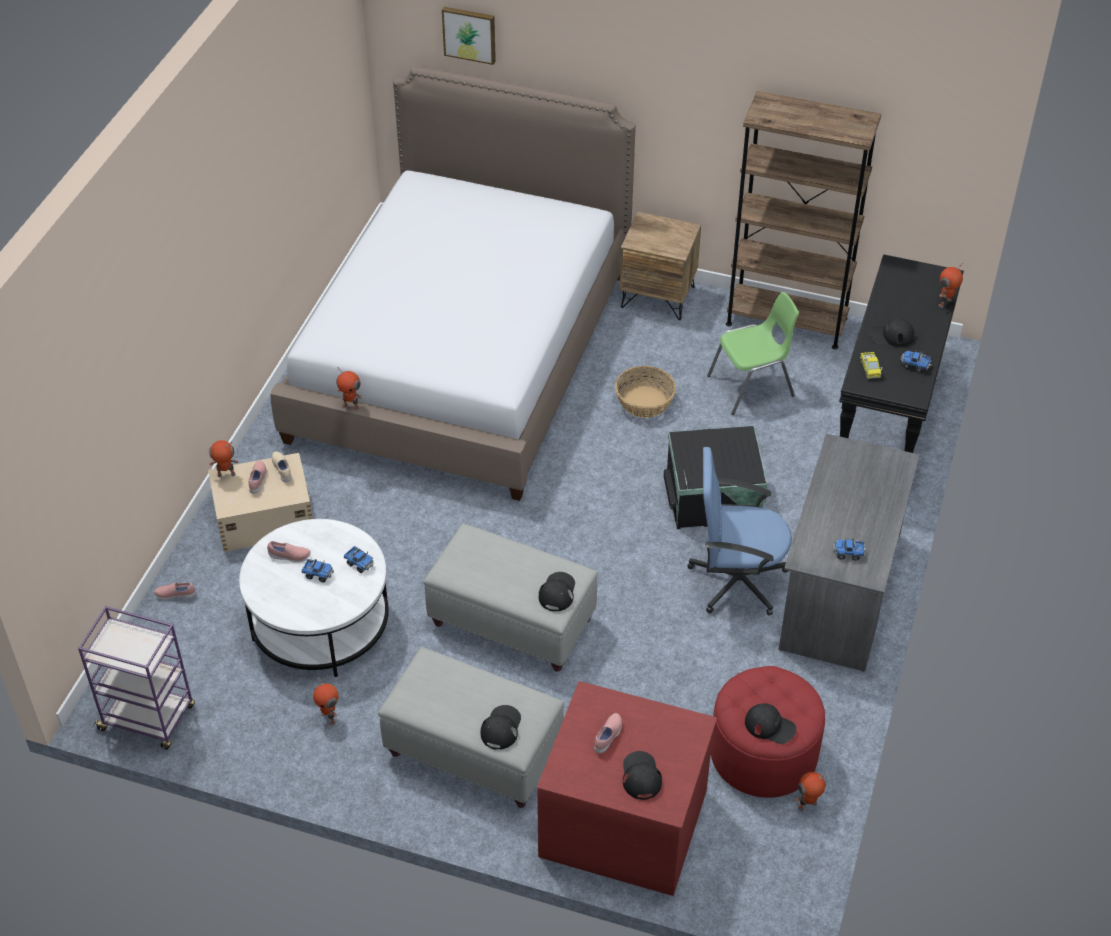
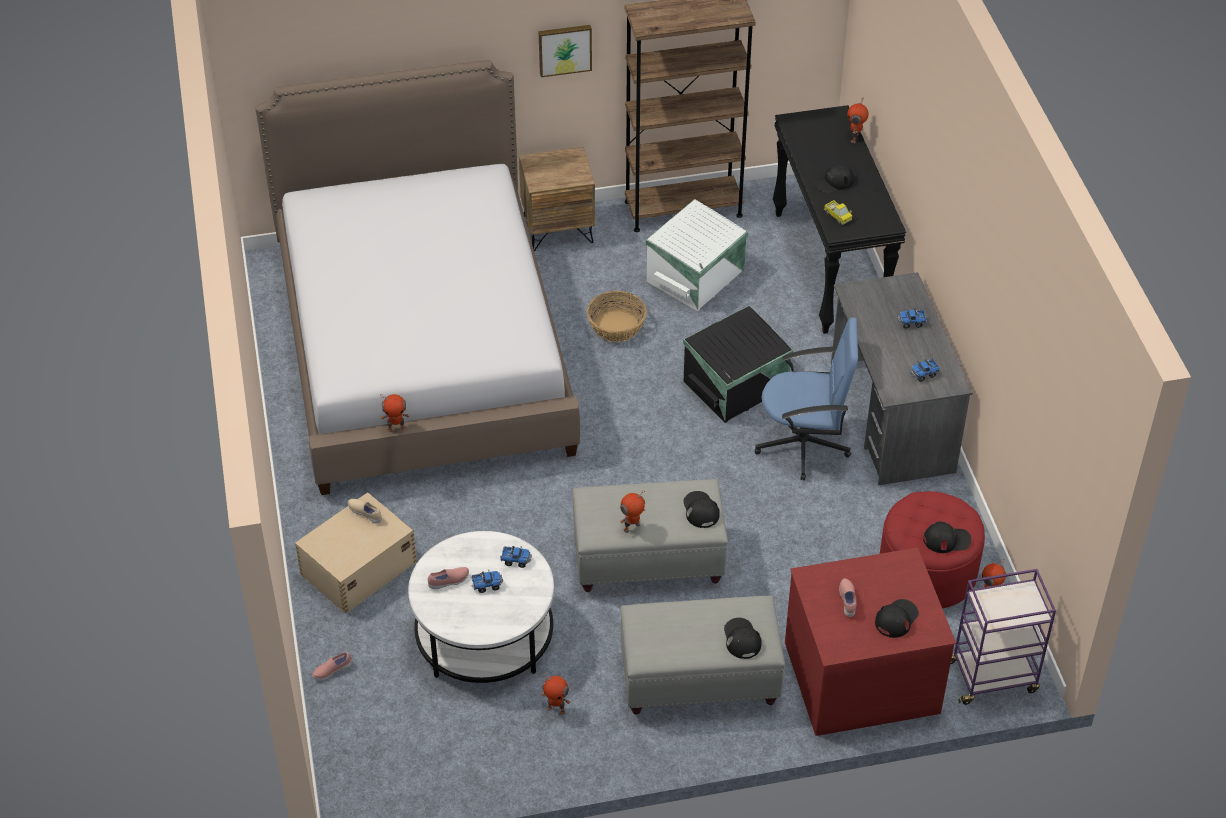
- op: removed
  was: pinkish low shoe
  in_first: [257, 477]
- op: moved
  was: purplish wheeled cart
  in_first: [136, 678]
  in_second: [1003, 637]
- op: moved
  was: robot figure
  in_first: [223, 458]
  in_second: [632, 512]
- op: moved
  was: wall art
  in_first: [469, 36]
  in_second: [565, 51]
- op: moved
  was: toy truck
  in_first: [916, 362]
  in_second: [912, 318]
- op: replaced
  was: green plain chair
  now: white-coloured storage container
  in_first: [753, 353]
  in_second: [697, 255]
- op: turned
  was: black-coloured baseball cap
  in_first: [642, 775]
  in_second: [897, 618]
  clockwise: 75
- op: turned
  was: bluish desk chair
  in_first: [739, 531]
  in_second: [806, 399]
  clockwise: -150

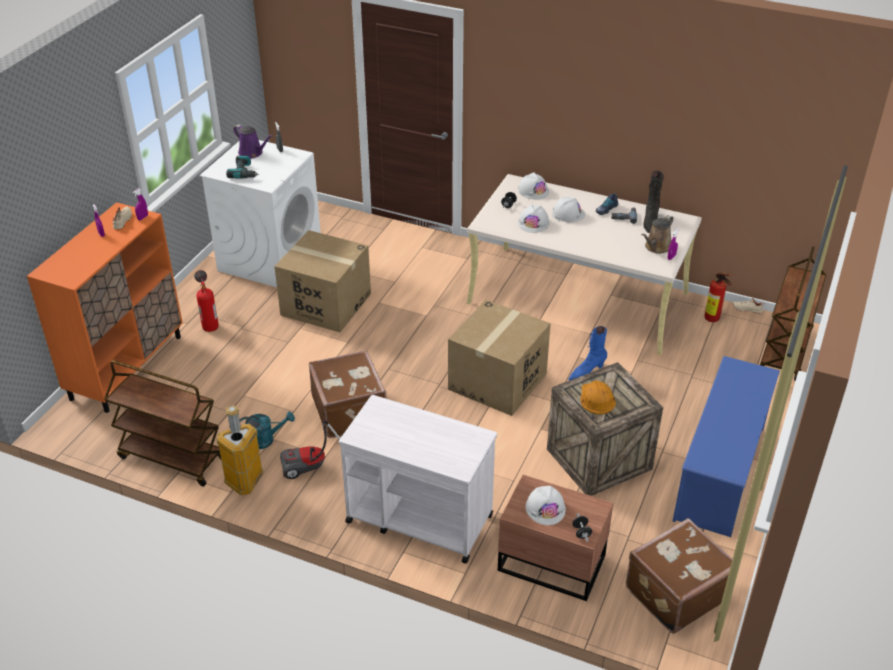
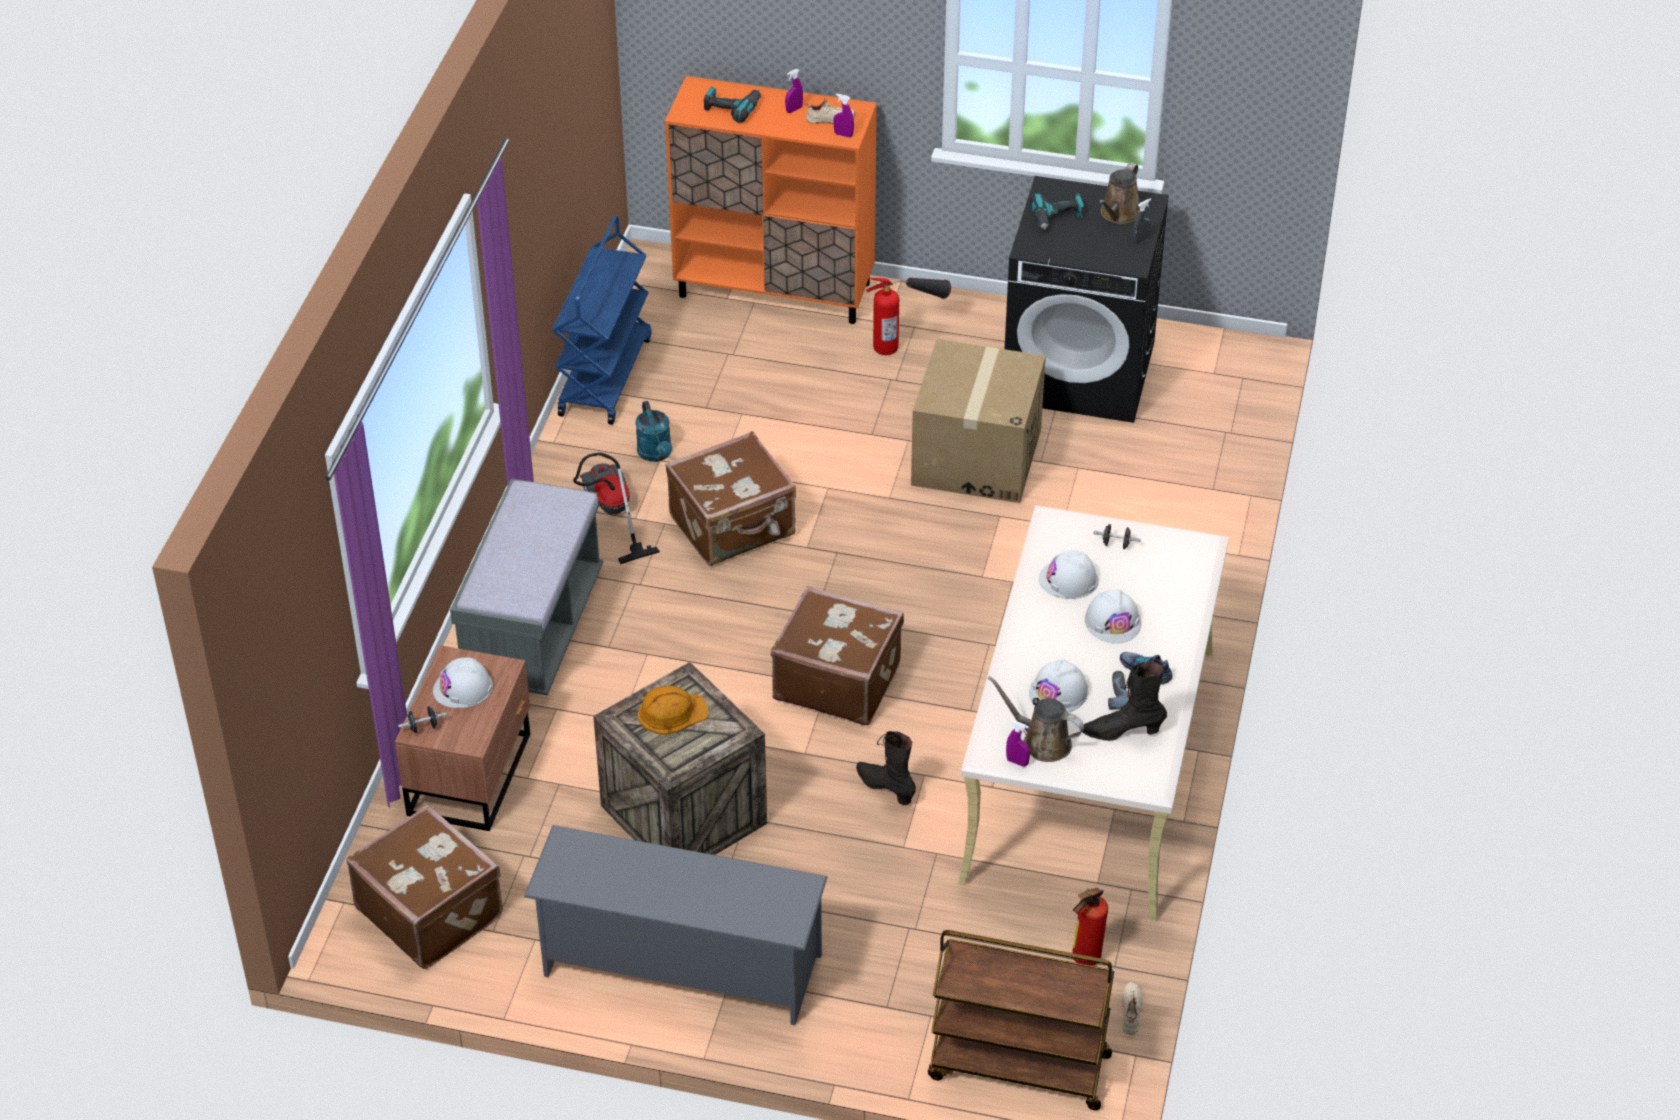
- op: removed
  was: trash can
  in_first: [240, 450]
- op: added
  now: electric drill
  in_second: [732, 105]
- op: moved
  was: white-coloured safety helmet
  in_first: [533, 185]
  in_second: [1058, 686]
- op: replaced
  was: white-coloured wheeled cart
  now: greyish bench
  in_first: [418, 479]
  in_second: [526, 586]
- op: replaced
  was: packing box
  now: brown-coloured piece of luggage
  in_first: [499, 358]
  in_second: [837, 655]
- op: recoloured
  was: brown-coloured wheeled cart
  now: bluish wheeled cart
  in_first: [162, 423]
  in_second: [602, 320]
- op: recoloured
  was: white-coloured laundry machine
  now: black-coloured laundry machine
  in_first: [260, 213]
  in_second: [1087, 299]
- op: recoloured
  was: purplish watering can
  now: brown-coloured watering can
  in_first: [253, 142]
  in_second: [1119, 193]
- op: recoloured
  was: bluish tall boot
  now: black-coloured tall boot
  in_first: [587, 353]
  in_second: [886, 768]
- op: recoloured
  was: bluish shoe rack
  now: greyish shoe rack
  in_first: [726, 446]
  in_second: [676, 925]

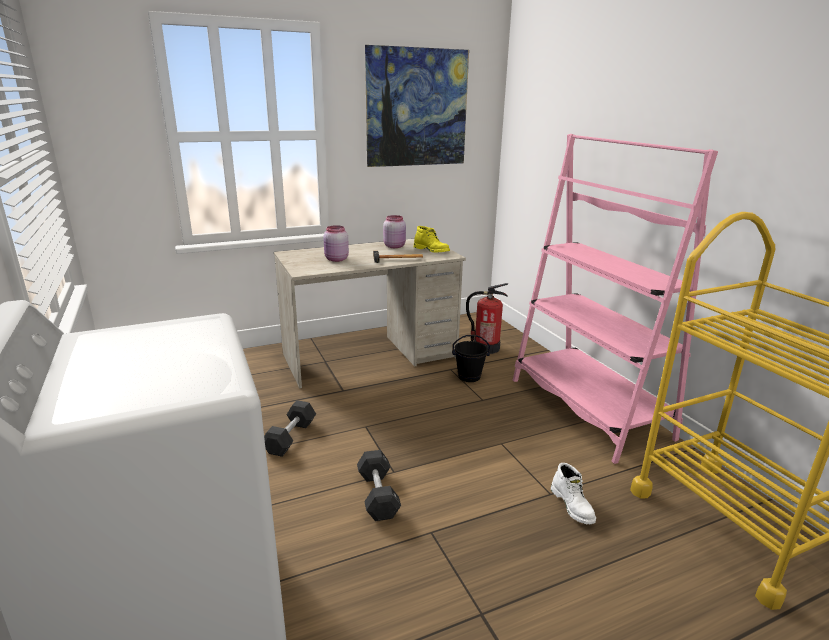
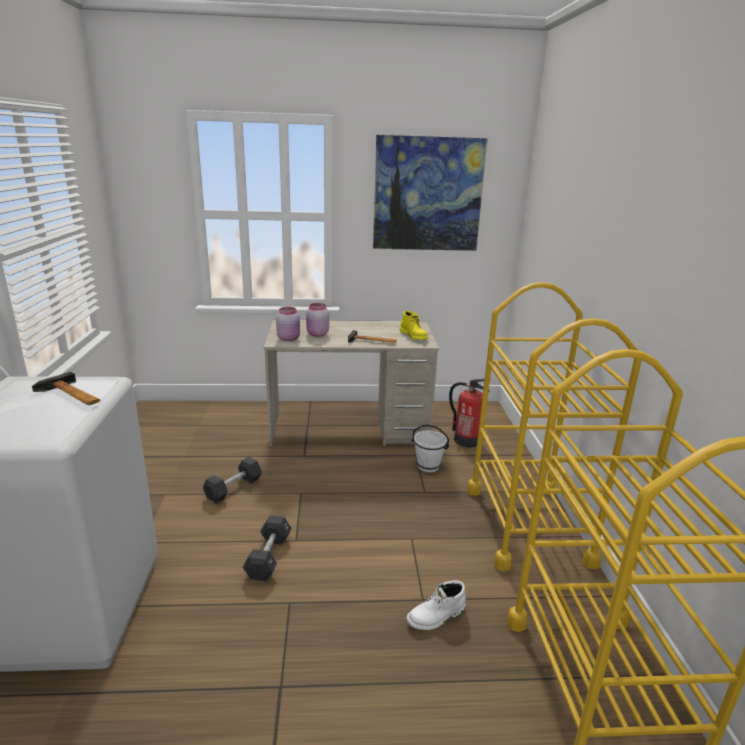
- op: added
  now: hammer
  in_second: [66, 388]
- op: moved
  was: pinkish jar
  in_first: [394, 231]
  in_second: [288, 324]
- op: replaced
  was: pinkish shelving unit
  now: yellow wheeled cart
  in_first: [615, 299]
  in_second: [554, 426]
- op: recoloured
  was: black-coloured bucket
  now: white-coloured bucket
  in_first: [471, 358]
  in_second: [430, 448]
- op: turned
  was: white-coloured tall boot
  in_first: [573, 493]
  in_second: [436, 605]
  clockwise: 60

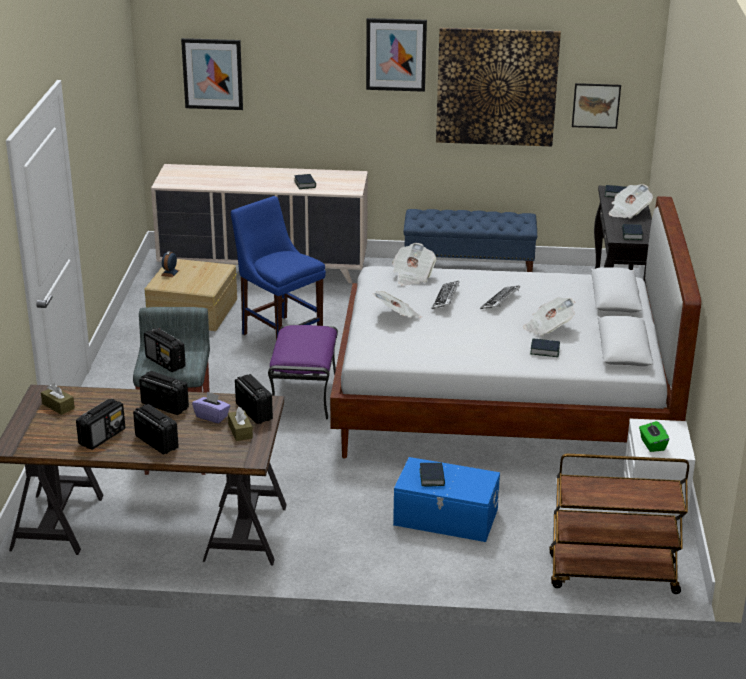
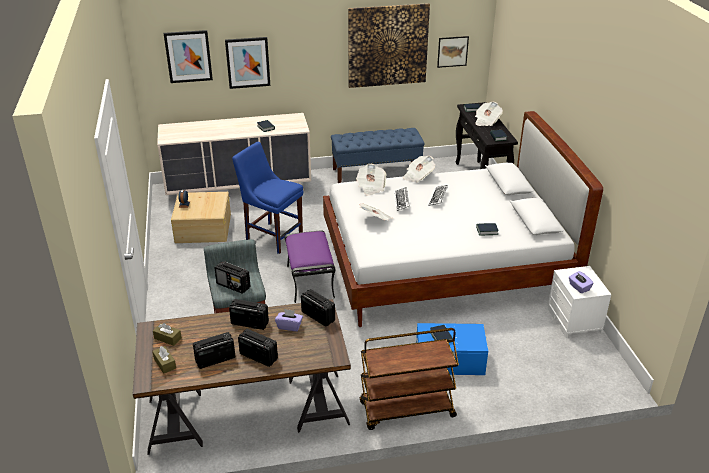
- op: moved
  was: brown-coloured box of tissues
  in_first: [240, 424]
  in_second: [164, 360]
- op: moved
  was: wall art
  in_first: [396, 55]
  in_second: [247, 63]
- op: moved
  was: printed paper
  in_first: [549, 316]
  in_second: [419, 169]
- op: moved
  was: brown-coloured wheeled cart
  in_first: [619, 523]
  in_second: [409, 379]
- op: recoloured
  was: green box of tissues
  now: purplish box of tissues
  in_first: [654, 436]
  in_second: [581, 282]
- op: turned
  was: radio set
  in_first: [100, 424]
  in_second: [214, 350]
  clockwise: -135

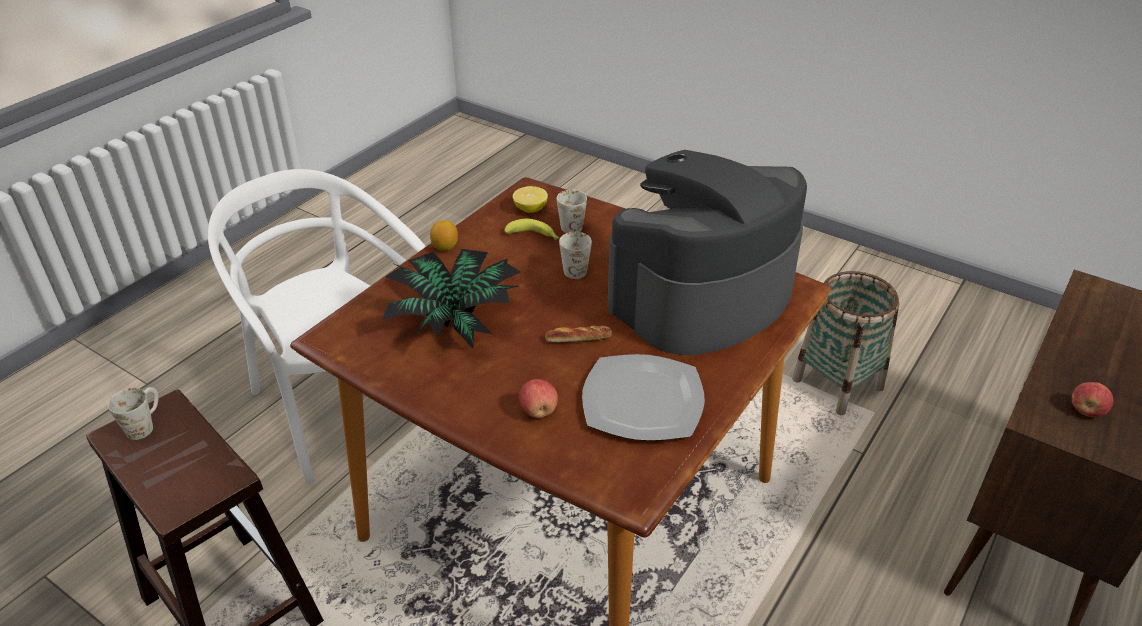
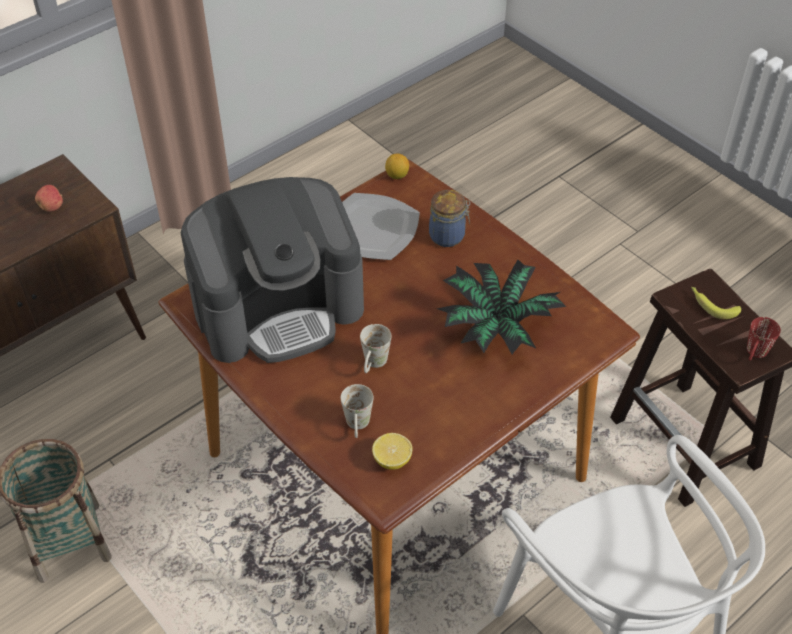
- op: removed
  was: bread
  in_first: [578, 333]
- op: moved
  was: citrus fruit
  in_first: [444, 235]
  in_second: [397, 166]
- op: moved
  was: banana
  in_first: [532, 229]
  in_second: [716, 303]
- op: replaced
  was: apple fruit
  now: jar
  in_first: [538, 398]
  in_second: [449, 218]
- op: recoloured
  was: white-coloured tea mug
  now: red tea mug
  in_first: [133, 413]
  in_second: [764, 339]

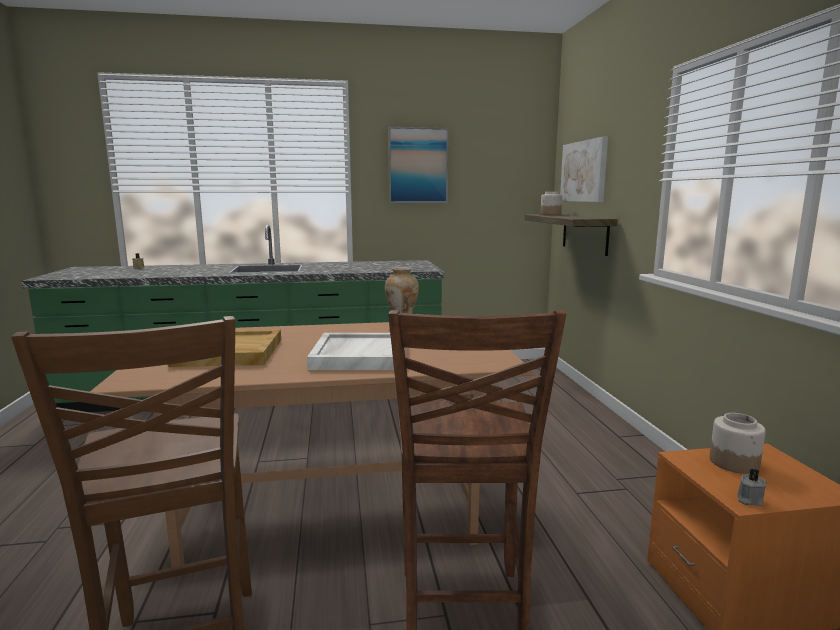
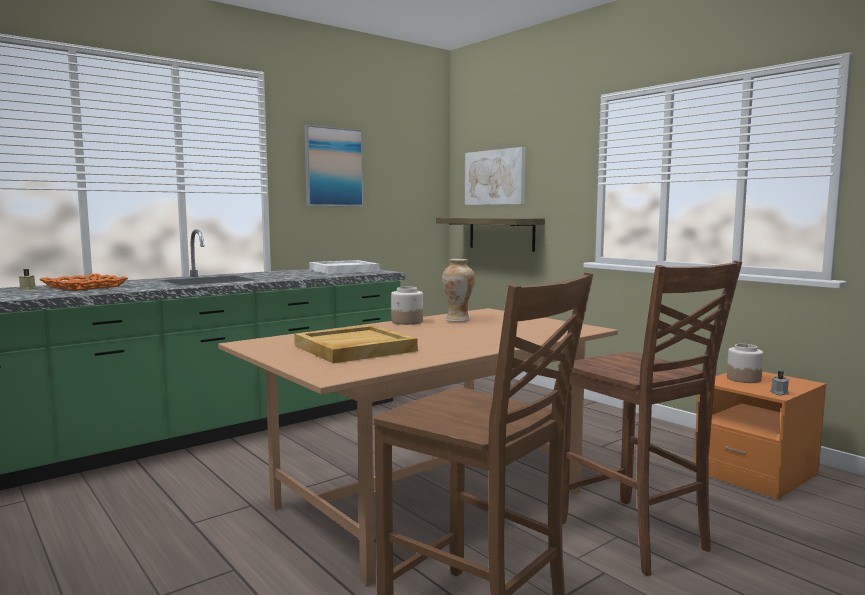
- op: added
  now: orange carrying tray
  in_second: [83, 282]
- op: moved
  was: white-coloured carrying tray
  in_first: [356, 351]
  in_second: [344, 267]
- op: moved
  was: jar
  in_first: [551, 203]
  in_second: [407, 306]

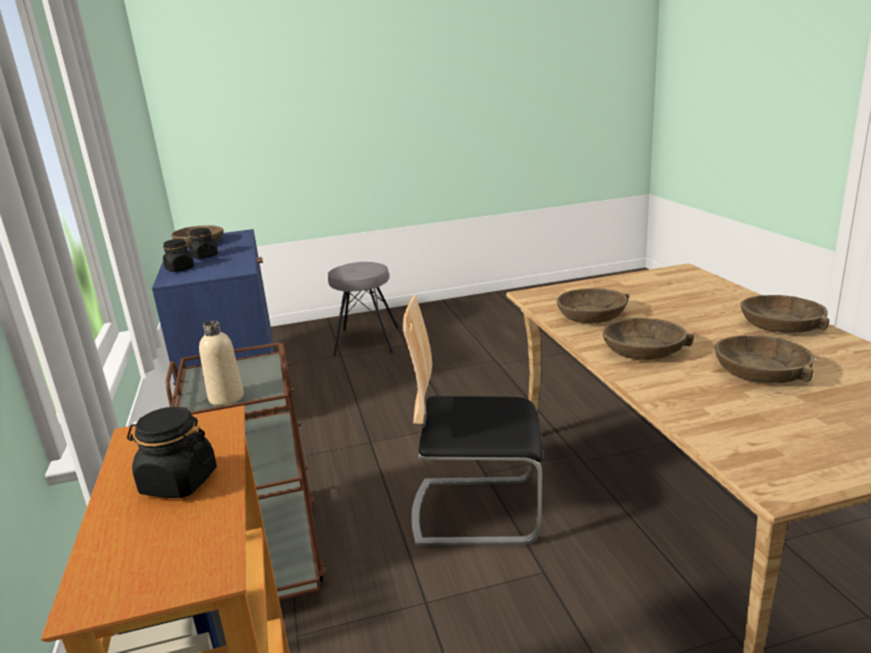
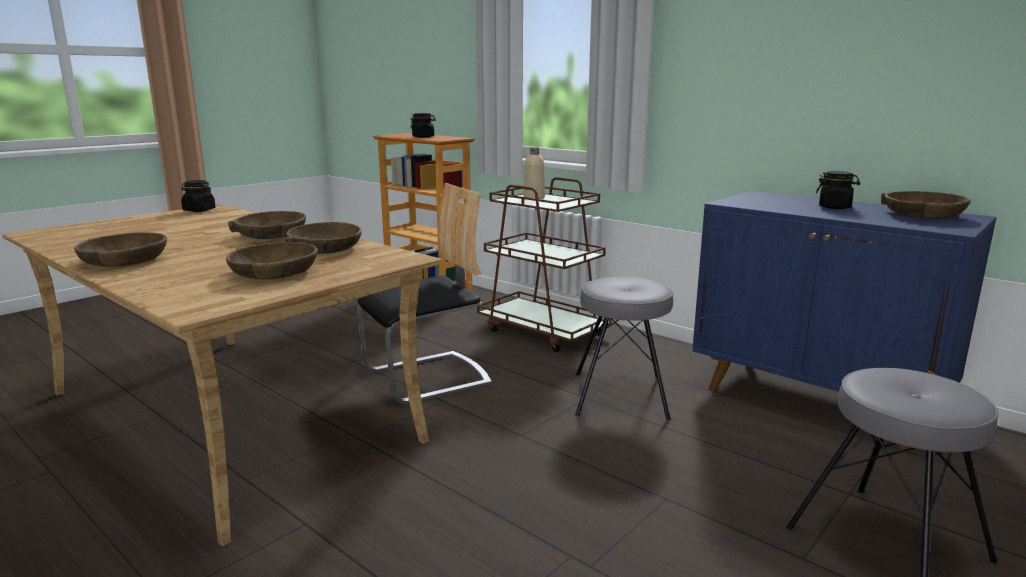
- op: added
  now: greyish sitting stool
  in_second: [624, 348]
- op: moved
  was: black-coloured jar
  in_first: [179, 255]
  in_second: [198, 196]
- op: moved
  was: brown-coloured serving bowl
  in_first: [765, 359]
  in_second: [272, 260]

